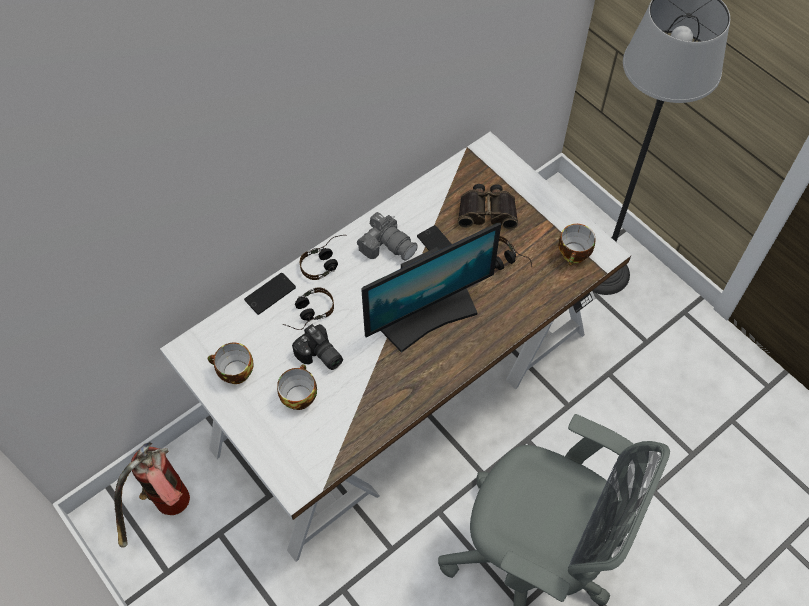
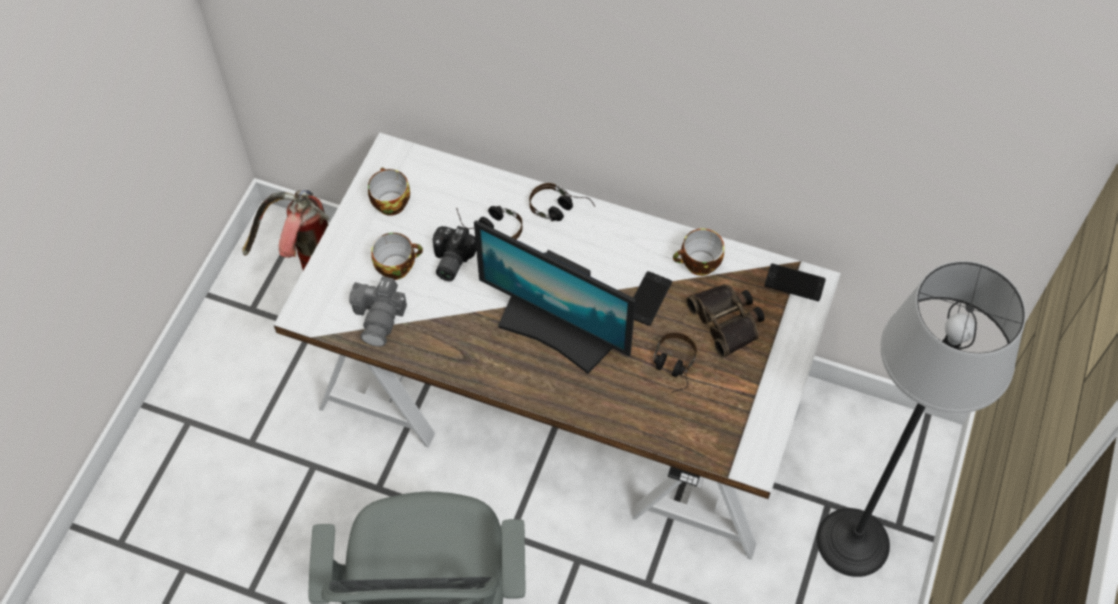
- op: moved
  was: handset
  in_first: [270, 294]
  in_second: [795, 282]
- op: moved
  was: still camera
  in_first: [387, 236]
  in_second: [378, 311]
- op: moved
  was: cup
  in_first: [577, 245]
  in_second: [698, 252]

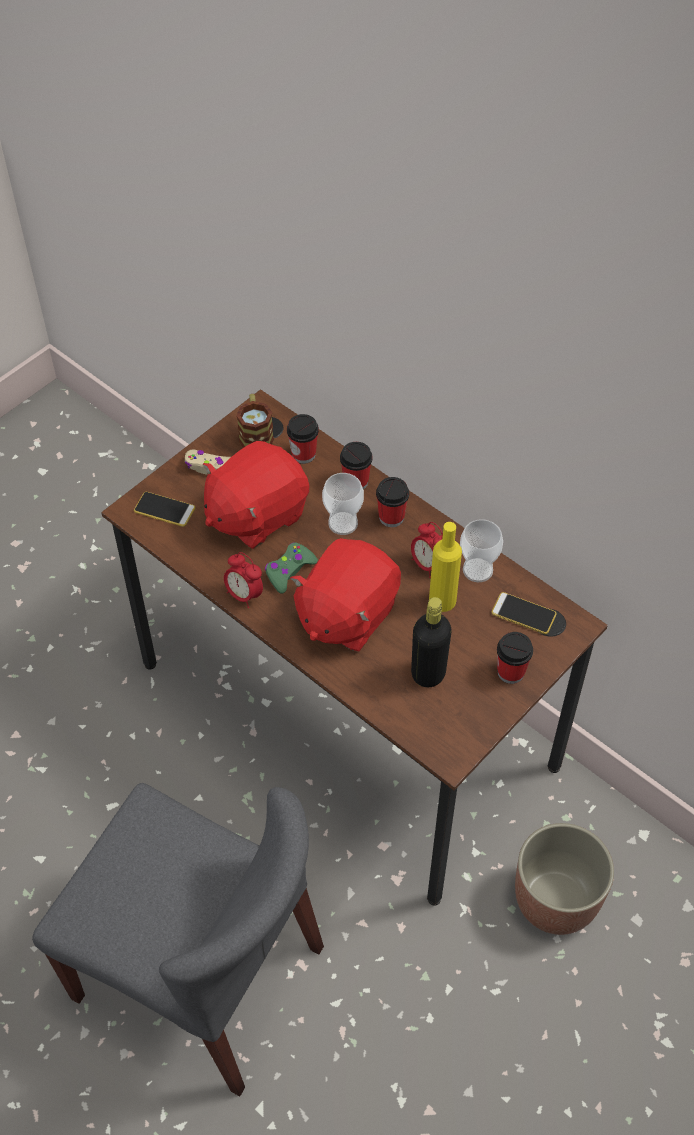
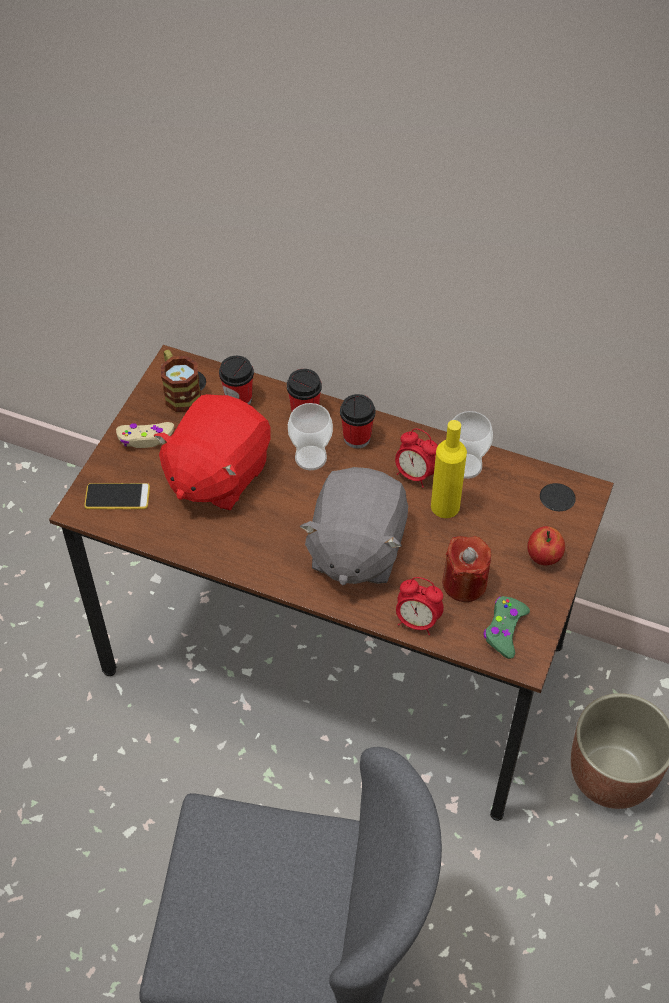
- op: removed
  was: handset
  in_first: [524, 613]
- op: moved
  was: alarm clock
  in_first: [243, 580]
  in_second: [420, 606]
- op: moved
  was: green gamepad
  in_first: [291, 567]
  in_second: [506, 627]
- op: replaced
  was: black-coloured drink bottle
  now: red candle
  in_first: [431, 642]
  in_second: [466, 569]
- op: replaced
  was: cup
  now: apple fruit
  in_first: [515, 658]
  in_second: [546, 545]
- op: recoloured
  was: red cuddly toy
  now: greyish cuddly toy
  in_first: [345, 595]
  in_second: [354, 526]

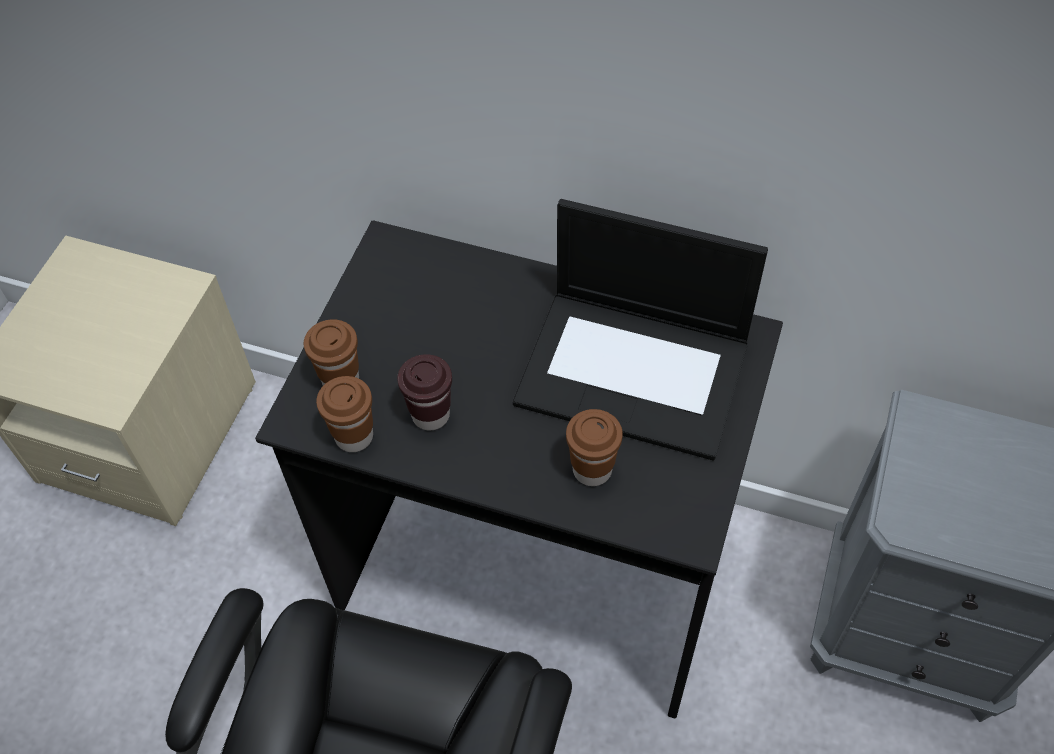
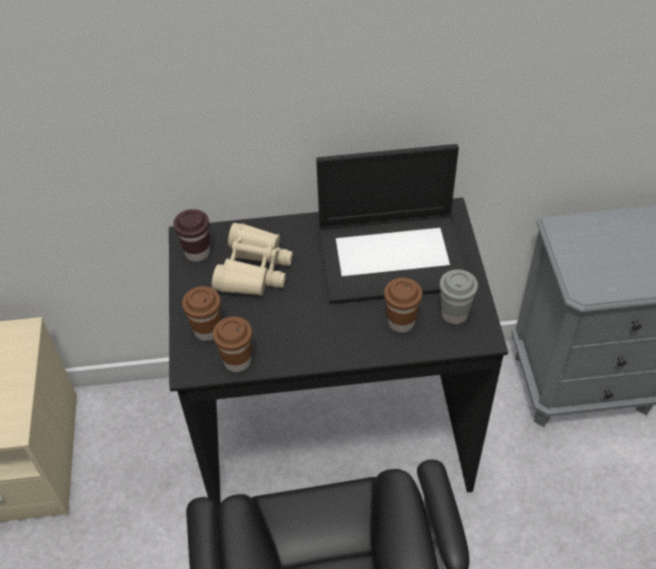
- op: added
  now: beige field glasses
  in_second: [252, 259]
- op: added
  now: greyish cup
  in_second: [458, 296]
- op: moved
  was: brown-coloured cup
  in_first: [424, 392]
  in_second: [191, 235]

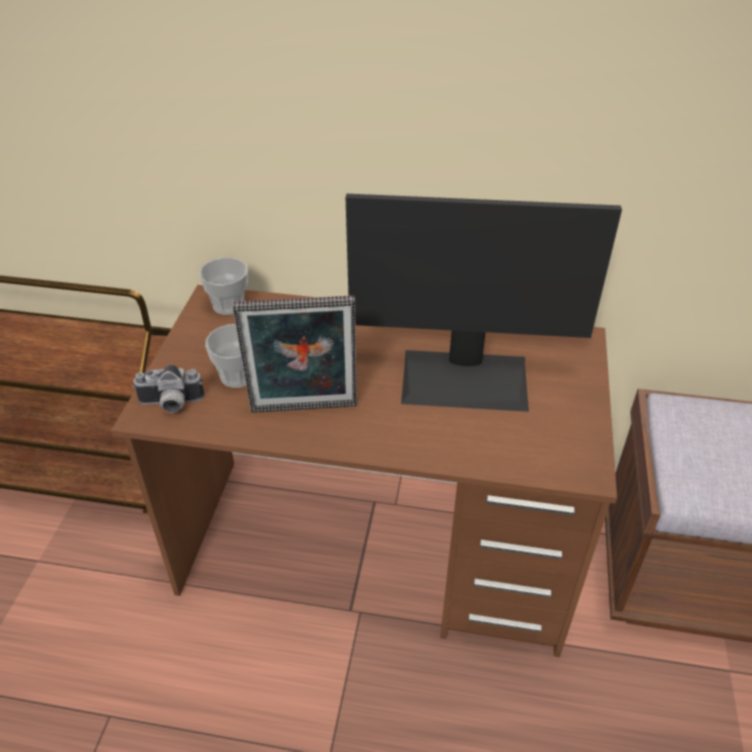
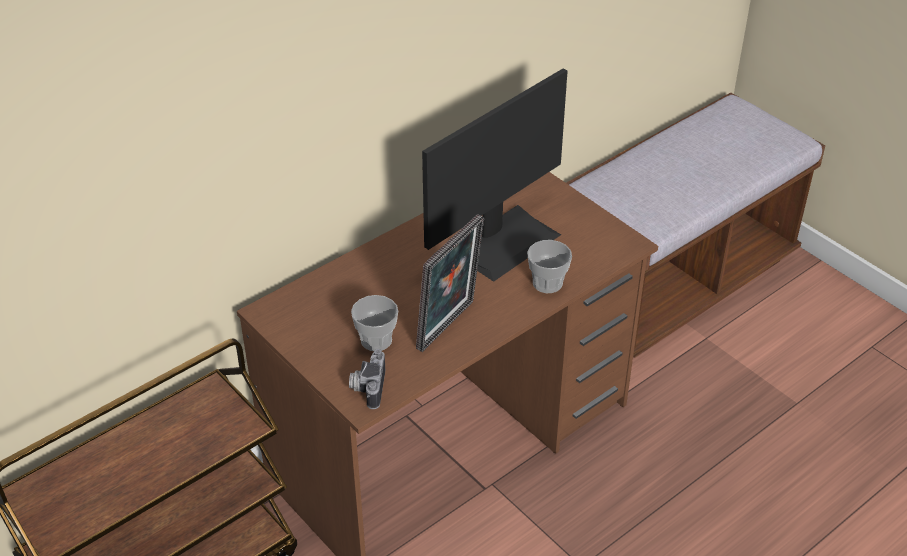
- op: moved
  was: cup
  in_first: [223, 286]
  in_second: [549, 266]
- op: turned
  was: still camera
  in_first: [168, 388]
  in_second: [367, 379]
  clockwise: 150

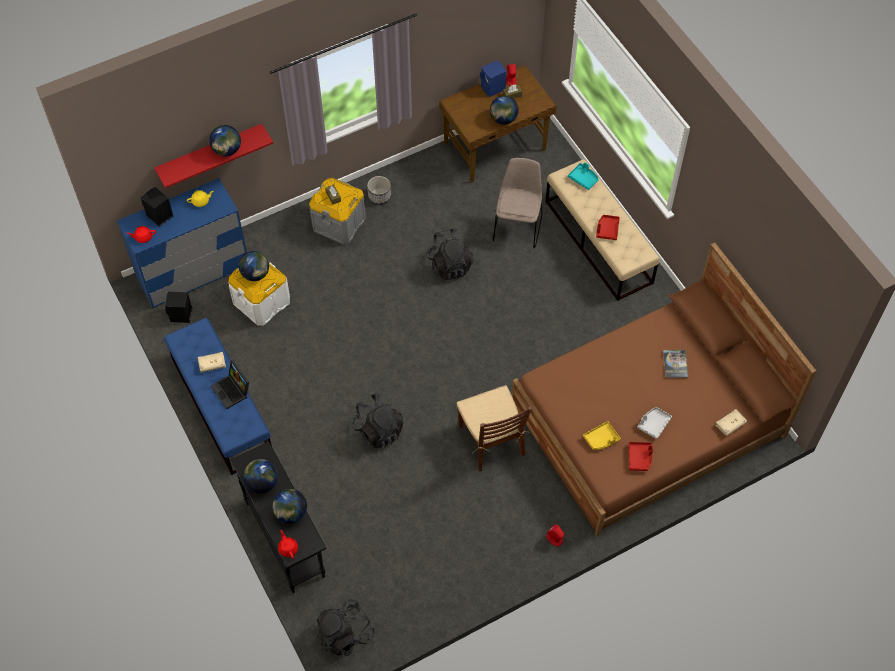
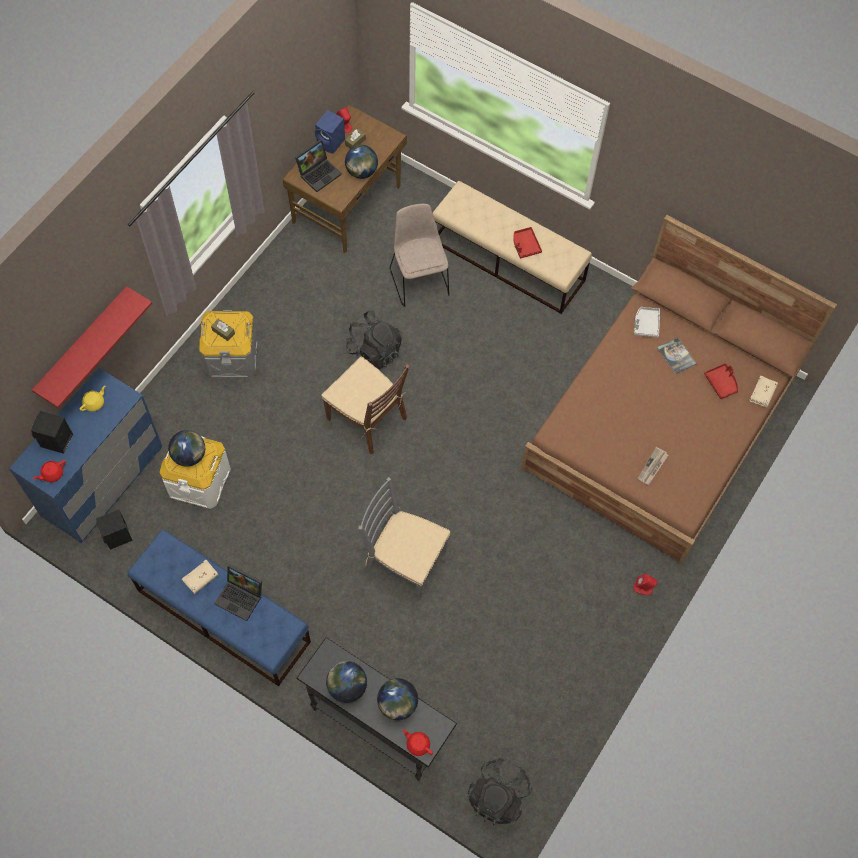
- op: removed
  was: desk globe
  in_first: [225, 140]
- op: removed
  was: planter
  in_first: [379, 190]
- op: removed
  was: turquoise-coloured carrying tray
  in_first: [583, 176]
- op: added
  now: portable computer
  in_second: [318, 165]
- op: moved
  was: brown-coloured plain chair
  in_first: [494, 428]
  in_second: [366, 405]
- op: moved
  was: red carrying tray
  in_first: [640, 456]
  in_second: [721, 381]
- op: moved
  was: greyish carrying tray
  in_first: [654, 423]
  in_second: [647, 322]
- op: replaced
  was: black-coloured backpack
  now: greyish plain chair
  in_first: [377, 420]
  in_second: [404, 538]
- op: replaced
  was: yellow carrying tray
  now: printed paper
  in_first: [602, 435]
  in_second: [652, 466]

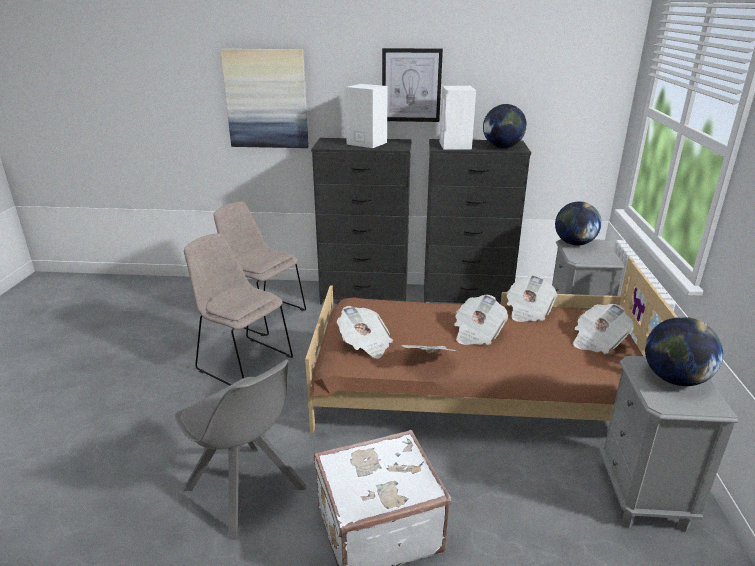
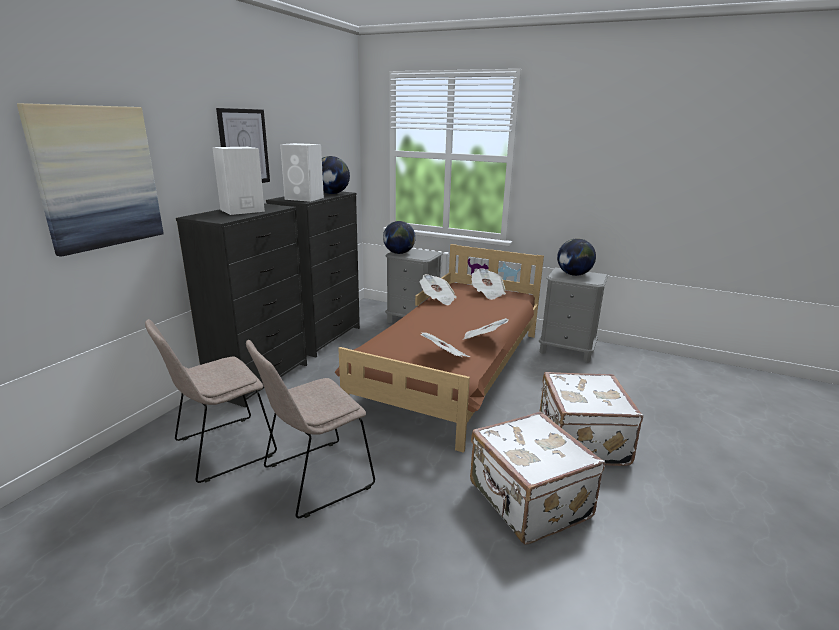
- op: removed
  was: printed paper
  in_first: [481, 320]
- op: replaced
  was: greyish plain chair
  now: white-coloured piece of luggage
  in_first: [240, 450]
  in_second: [537, 478]

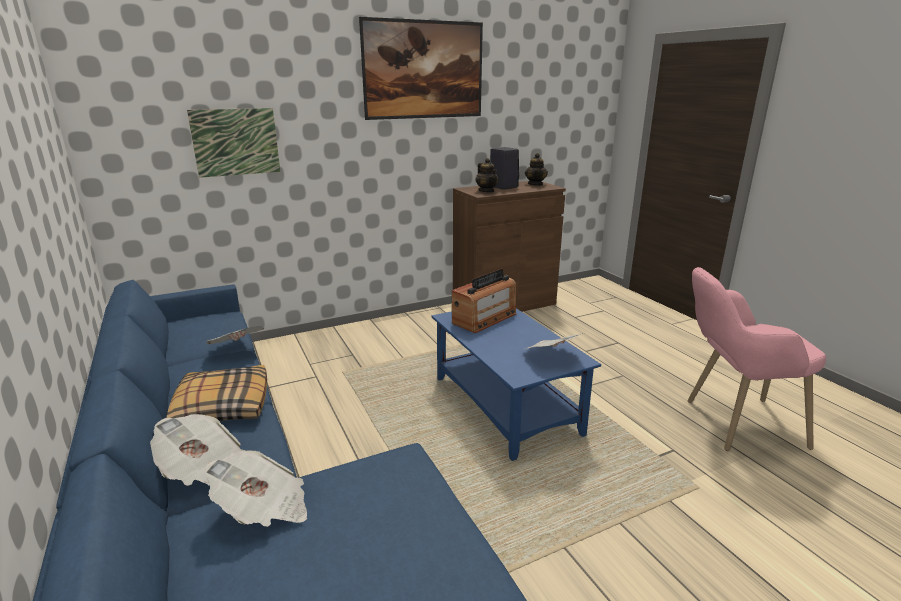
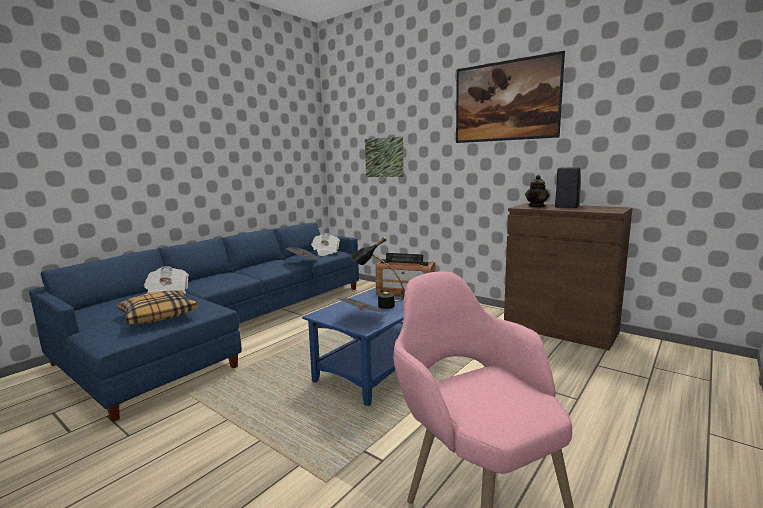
- op: removed
  was: pot for tea
  in_first: [536, 169]
- op: added
  now: black-coloured tabletop lamp
  in_second: [377, 273]
- op: moved
  was: printed paper
  in_first: [197, 450]
  in_second: [325, 244]
- op: moved
  was: throw pillow
  in_first: [216, 393]
  in_second: [157, 307]

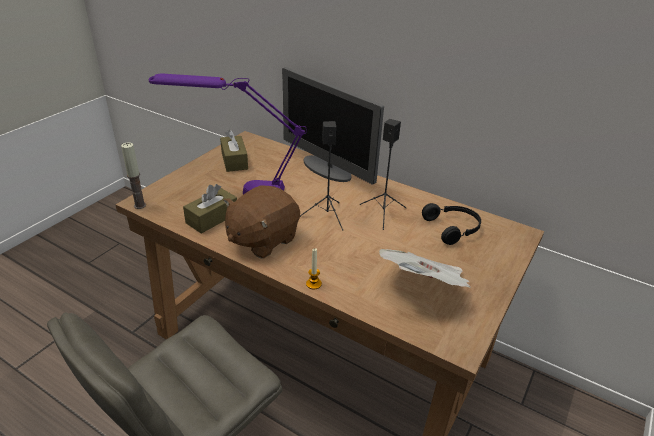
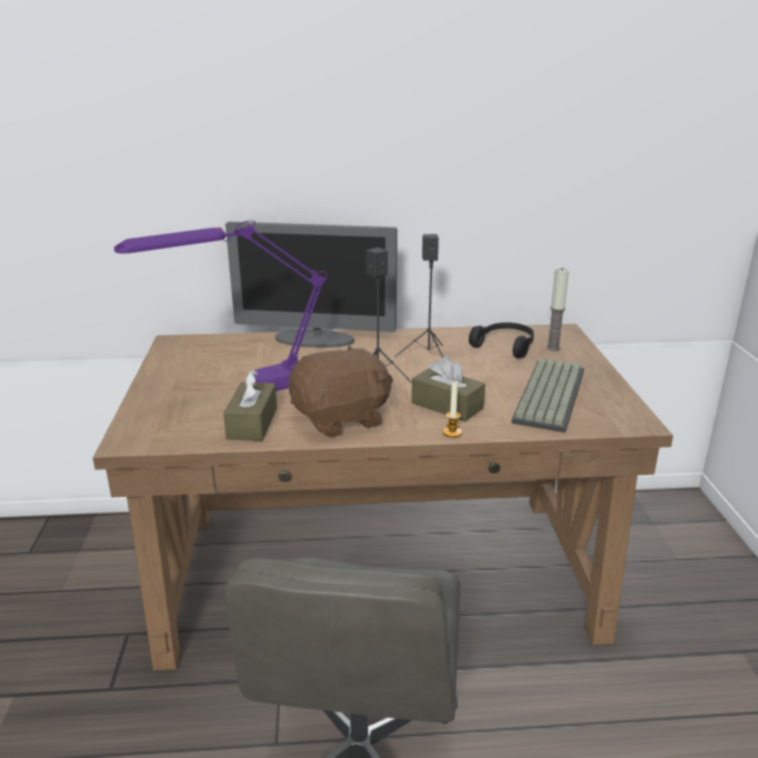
- op: moved
  was: candle
  in_first: [133, 175]
  in_second: [557, 309]
- op: moved
  was: brown-coloured box of tissues
  in_first: [234, 151]
  in_second: [448, 389]
- op: replaced
  was: printed paper
  now: PC keyboard
  in_first: [425, 268]
  in_second: [547, 395]
- op: turned
  was: brown-coloured cuddly toy
  in_first: [261, 222]
  in_second: [340, 390]
  clockwise: -120

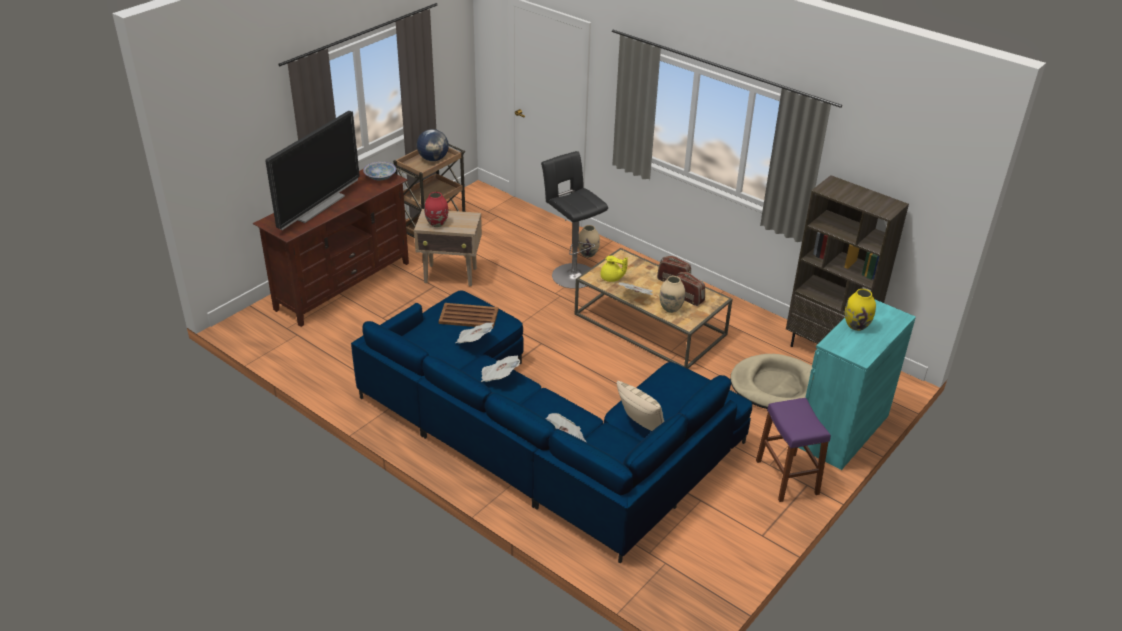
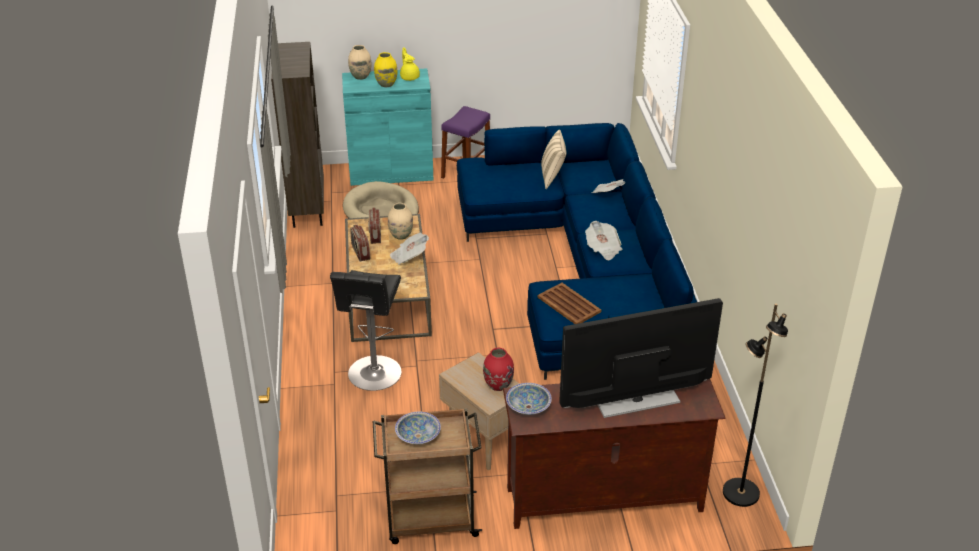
- op: removed
  was: printed paper
  in_first: [474, 333]
- op: added
  now: black-coloured standard lamp
  in_second: [755, 405]
- op: moved
  was: beige vase
  in_first: [589, 241]
  in_second: [359, 62]
- op: moved
  was: yellow pot for tea
  in_first: [614, 269]
  in_second: [410, 64]
- op: replaced
  was: desk globe
  now: serving bowl
  in_first: [433, 145]
  in_second: [418, 428]

